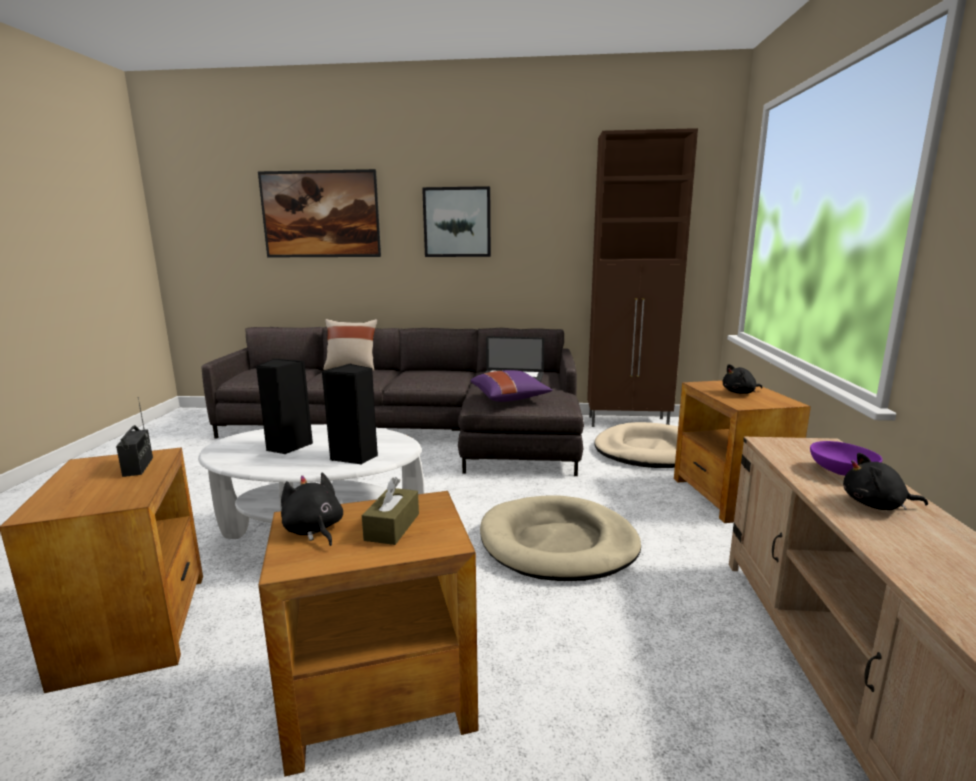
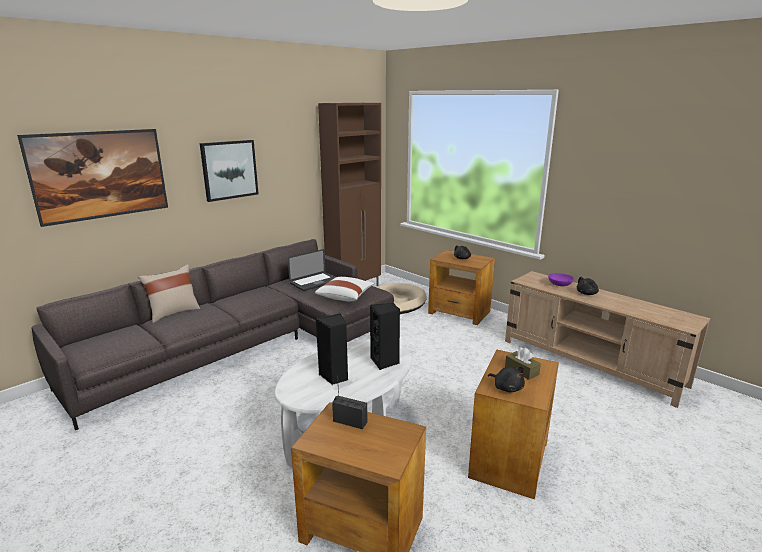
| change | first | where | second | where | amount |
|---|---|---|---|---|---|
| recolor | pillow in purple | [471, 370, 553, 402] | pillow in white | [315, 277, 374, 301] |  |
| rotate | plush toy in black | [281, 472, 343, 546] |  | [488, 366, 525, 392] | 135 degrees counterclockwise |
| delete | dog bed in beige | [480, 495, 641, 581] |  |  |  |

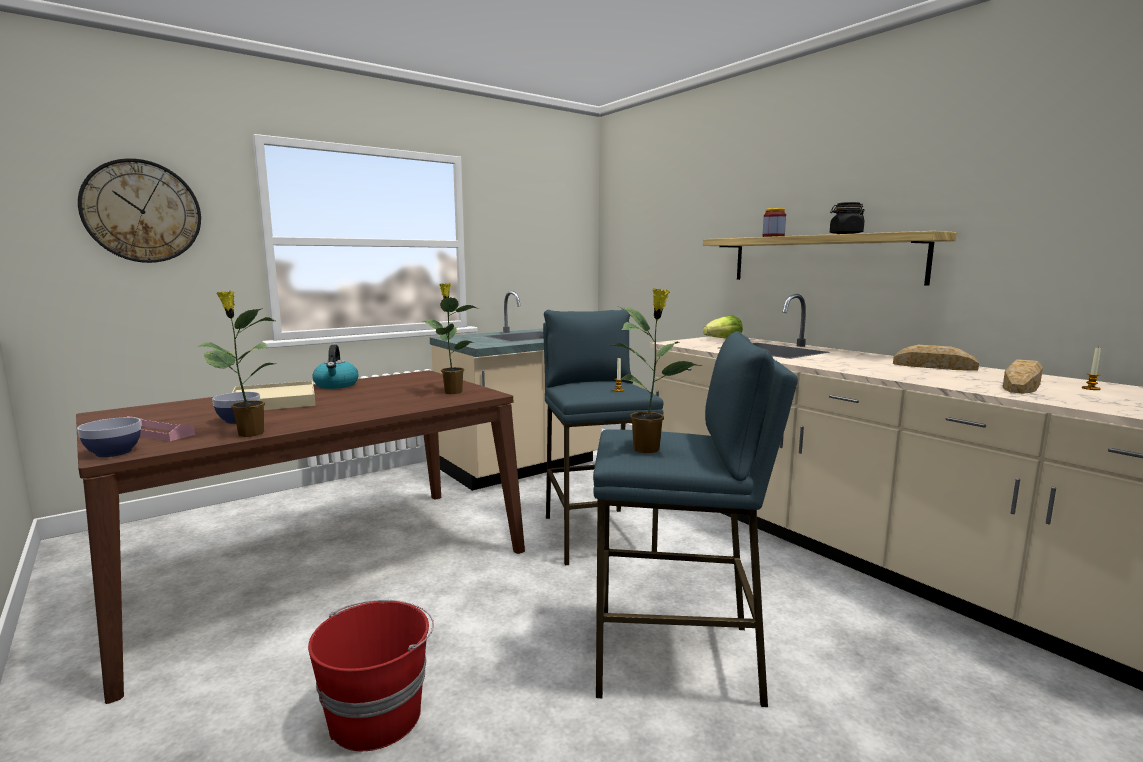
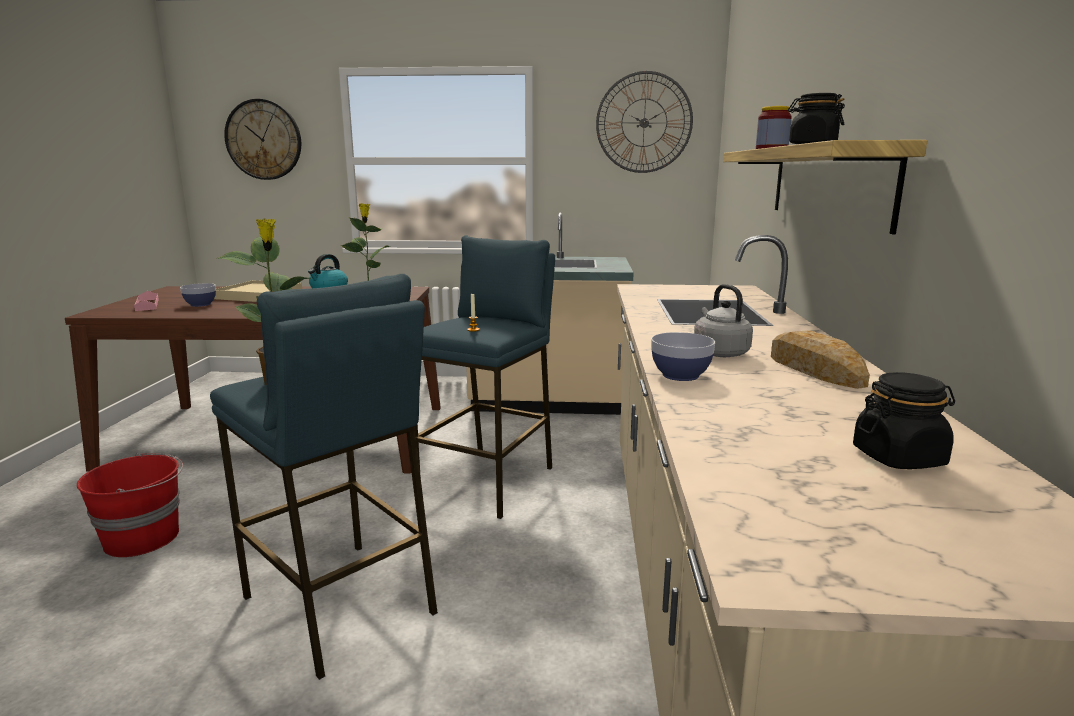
| change | first | where | second | where | amount |
|---|---|---|---|---|---|
| delete | potted plant | [198, 291, 277, 437] |  |  |  |
| delete | lettuce | [703, 315, 743, 339] |  |  |  |
| replace | candle | [1082, 346, 1101, 390] | jar in black | [853, 372, 955, 469] |  |
| delete | bread | [1003, 359, 1043, 394] |  |  |  |
| move | bowl | [77, 417, 141, 457] |  | [651, 332, 715, 381] |  |
| insert |  |  | wall clock | [596, 71, 693, 173] |  |
| insert |  |  | kettle in grey | [694, 284, 753, 357] |  |

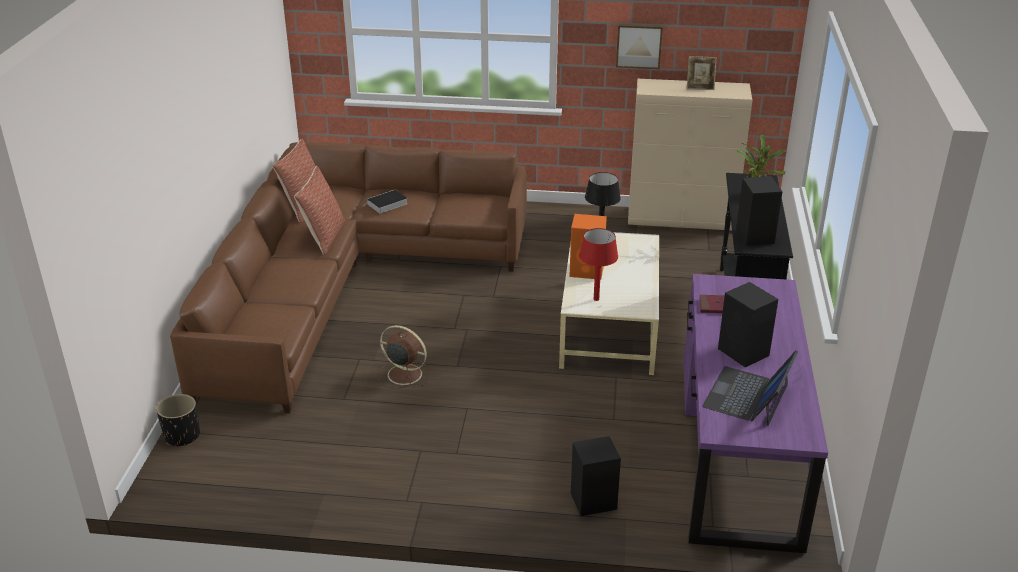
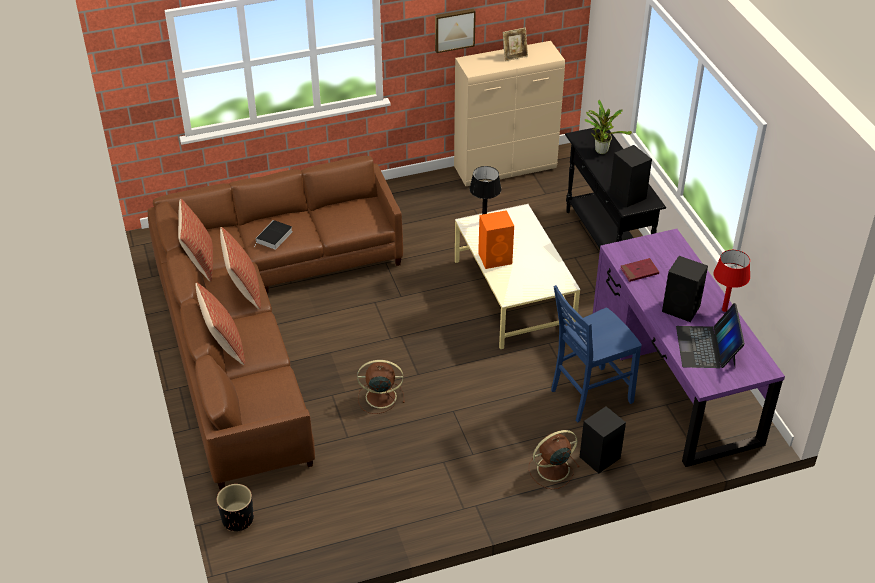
| change | first | where | second | where | amount |
|---|---|---|---|---|---|
| move | table lamp in red | [579, 228, 618, 301] |  | [714, 250, 750, 312] |  |
| insert |  |  | pillow | [196, 282, 245, 365] |  |
| insert |  |  | chair in blue | [551, 285, 642, 422] |  |
| insert |  |  | fan in brown | [529, 430, 580, 489] |  |

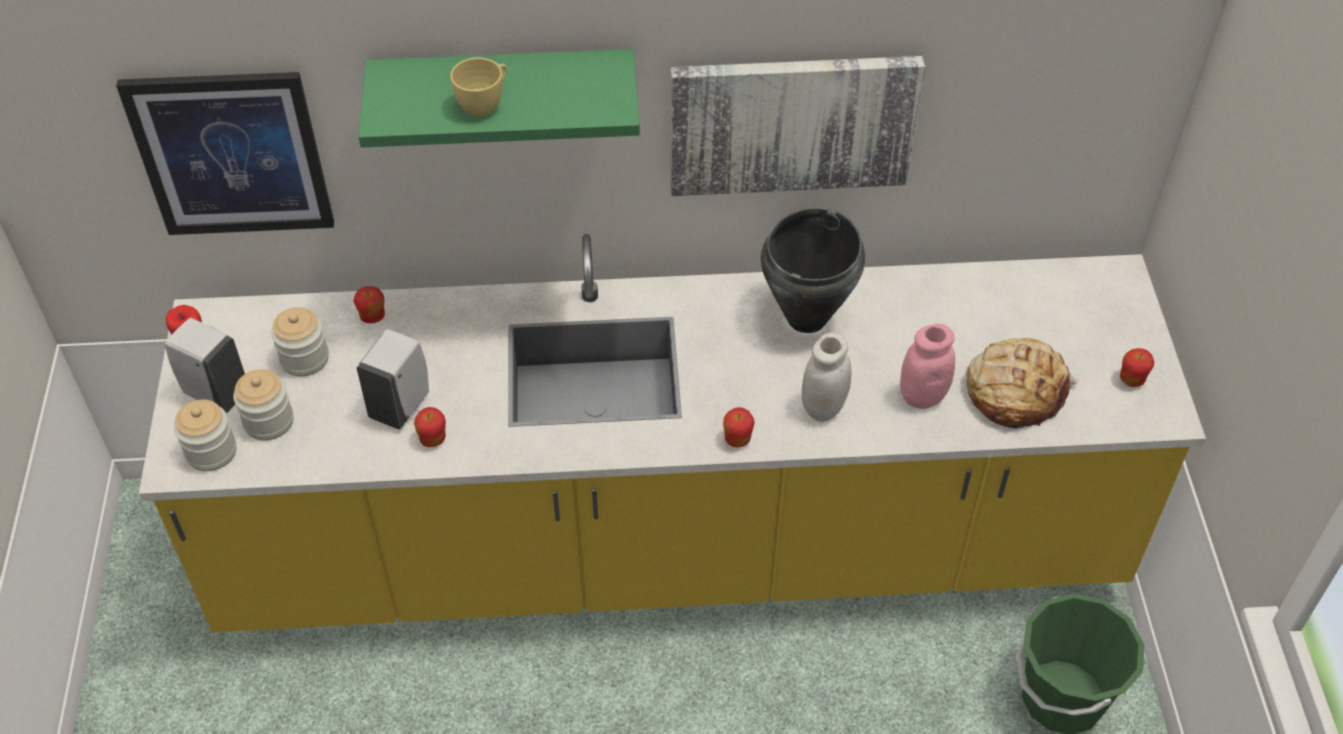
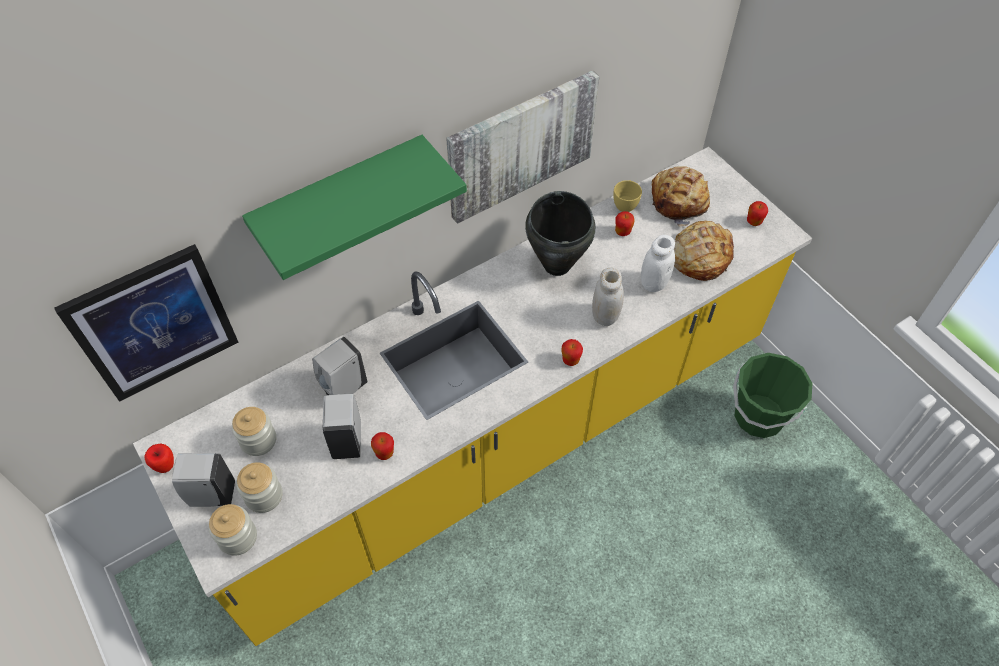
| change | first | where | second | where | amount |
|---|---|---|---|---|---|
| move | cup in yellow | [450, 57, 507, 117] |  | [613, 180, 642, 212] |  |
| move | apple | [354, 286, 385, 323] |  | [615, 211, 635, 236] |  |
| recolor | jar in pink | [900, 324, 955, 409] | jar in white | [641, 235, 675, 292] |  |
| insert |  |  | bread | [652, 166, 710, 227] |  |
| insert |  |  | soap dispenser in white | [312, 337, 367, 395] |  |

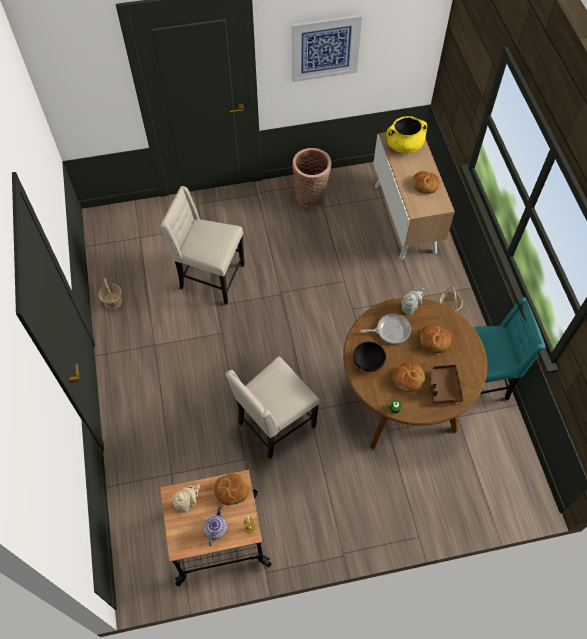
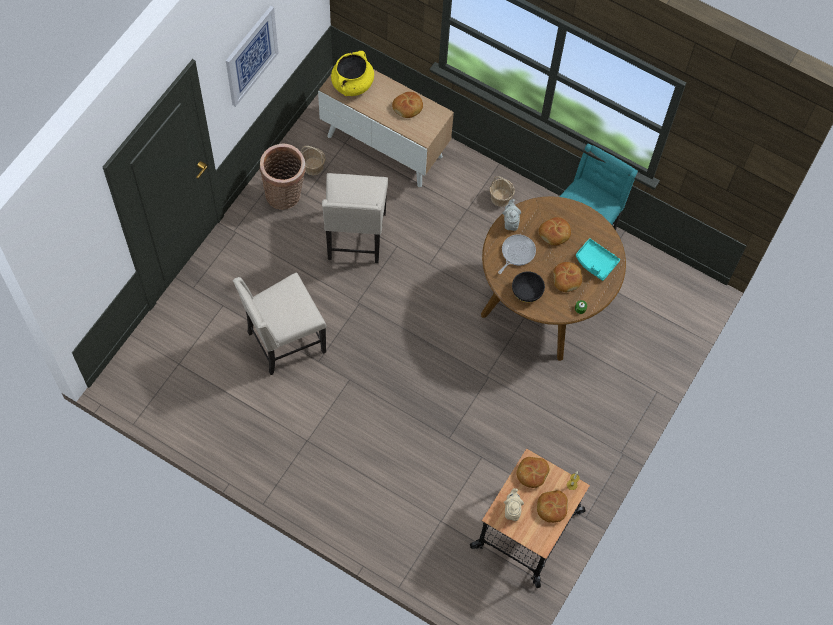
| change | first | where | second | where | amount |
|---|---|---|---|---|---|
| move | basket | [98, 278, 122, 309] |  | [301, 146, 326, 176] |  |
| move | chair in beige | [225, 356, 320, 459] |  | [322, 173, 388, 263] |  |
| recolor | tray in brown | [429, 365, 464, 404] | tray in turquoise | [576, 238, 620, 281] |  |
| replace | teapot | [204, 507, 227, 546] | bread | [537, 490, 568, 523] |  |

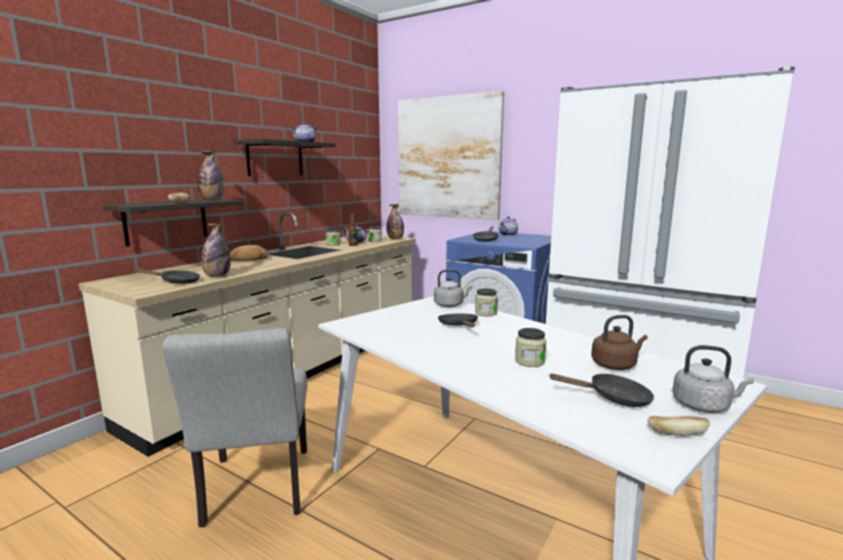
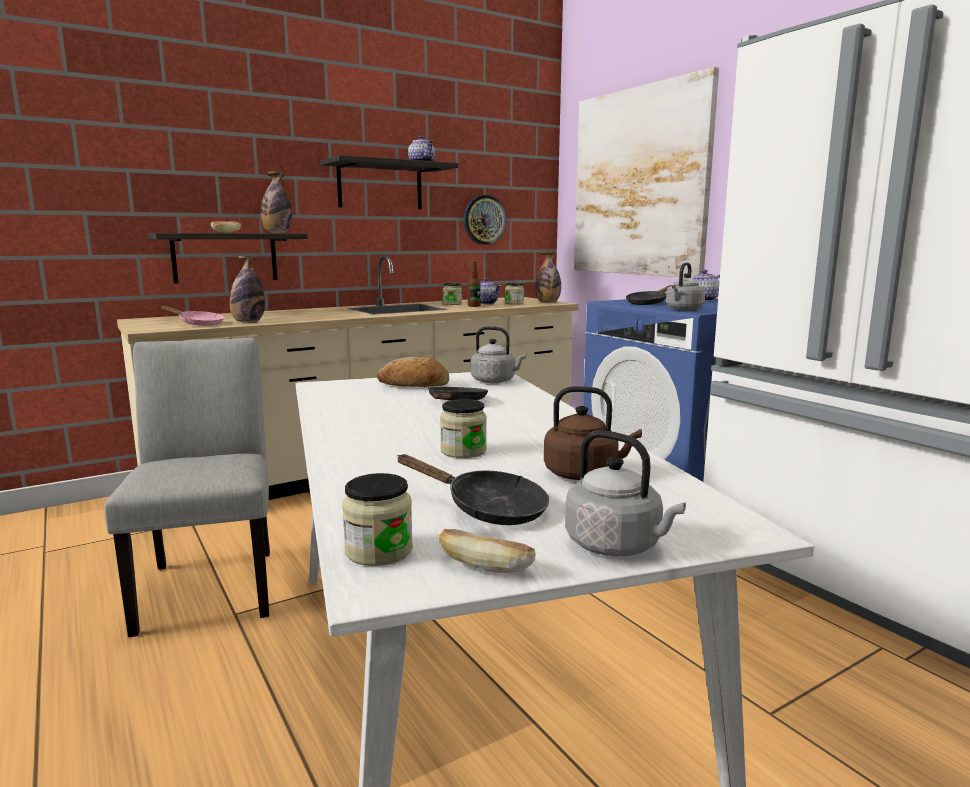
| change | first | where | second | where | amount |
|---|---|---|---|---|---|
| move | bread | [230, 245, 268, 261] |  | [377, 357, 449, 387] |  |
| recolor | frying pan in black | [134, 268, 200, 284] | frying pan in pink | [161, 305, 224, 326] |  |
| move | jar | [475, 288, 498, 316] |  | [342, 473, 413, 566] |  |
| rotate | chair in grey | [162, 328, 307, 527] |  | [104, 338, 270, 637] | 150 degrees clockwise |
| insert |  |  | wall clock | [464, 195, 506, 245] |  |
| insert |  |  | kettle in grey | [666, 263, 705, 310] |  |

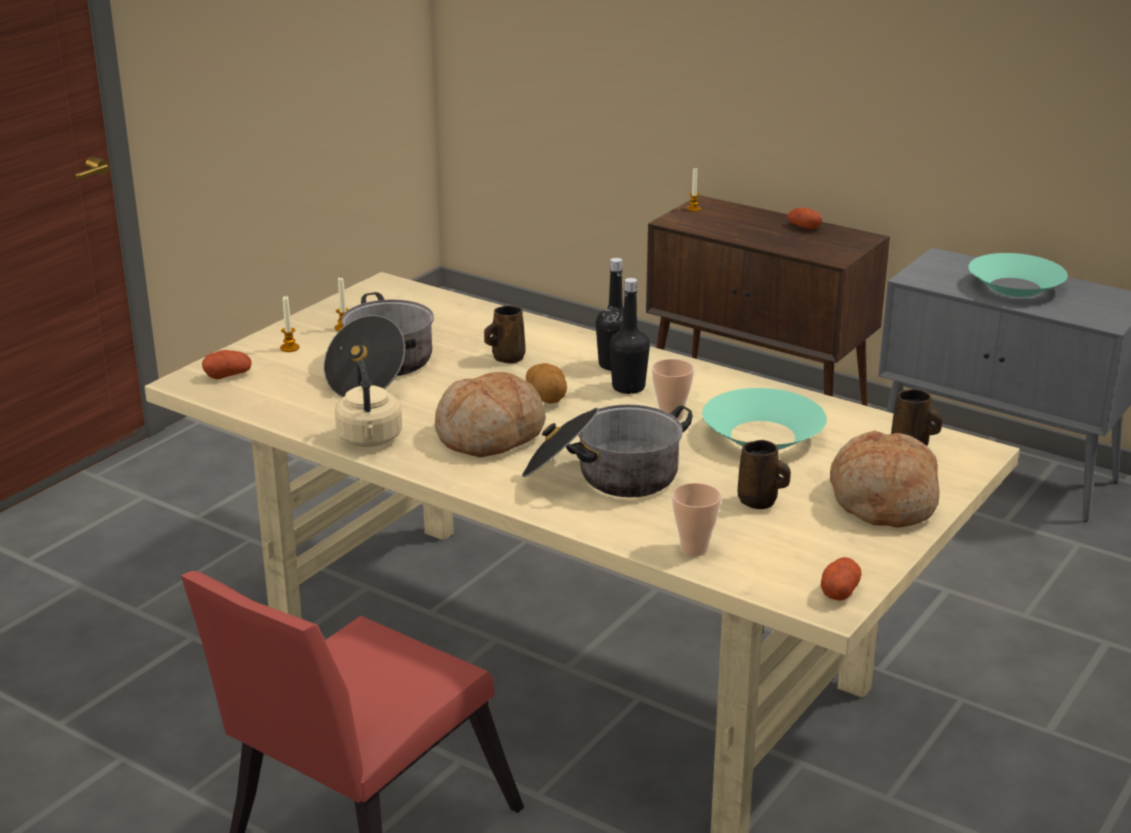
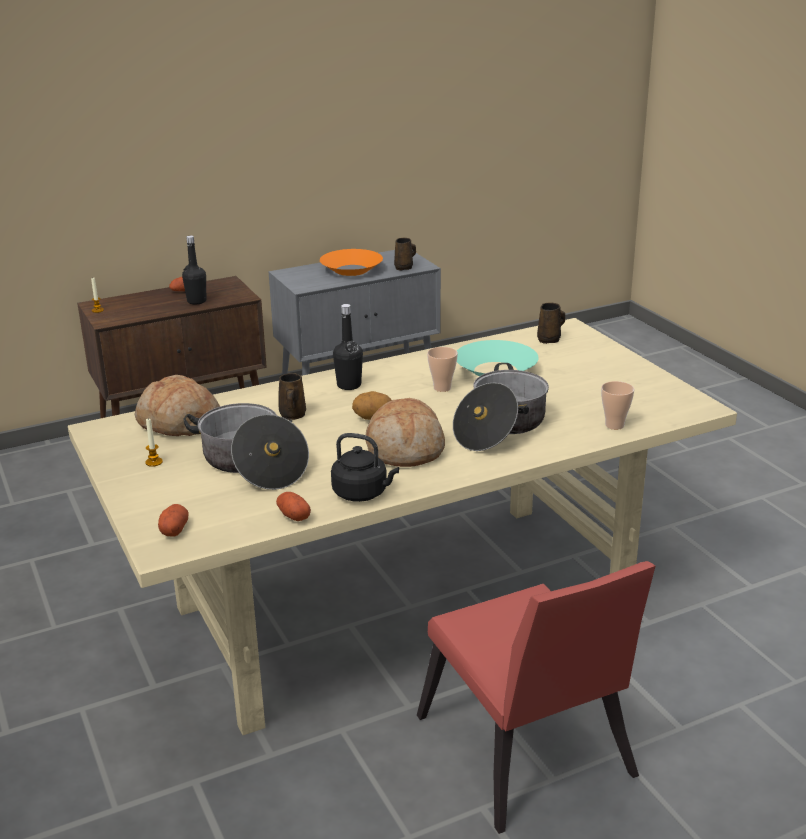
| change | first | where | second | where | amount |
|---|---|---|---|---|---|
| recolor | bowl in turquoise | [968, 253, 1068, 297] | bowl in orange | [320, 249, 383, 276] |  |
| move | bottle in black | [609, 278, 650, 394] |  | [182, 236, 206, 304] |  |
| delete | candle | [280, 296, 299, 352] |  |  |  |
| recolor | kettle in beige | [335, 360, 402, 447] | kettle in black | [331, 433, 399, 502] |  |
| move | bread | [830, 430, 940, 528] |  | [134, 375, 220, 436] |  |
| move | mug in brown | [738, 440, 791, 509] |  | [394, 238, 416, 271] |  |
| move | potato | [821, 557, 862, 601] |  | [276, 492, 311, 521] |  |

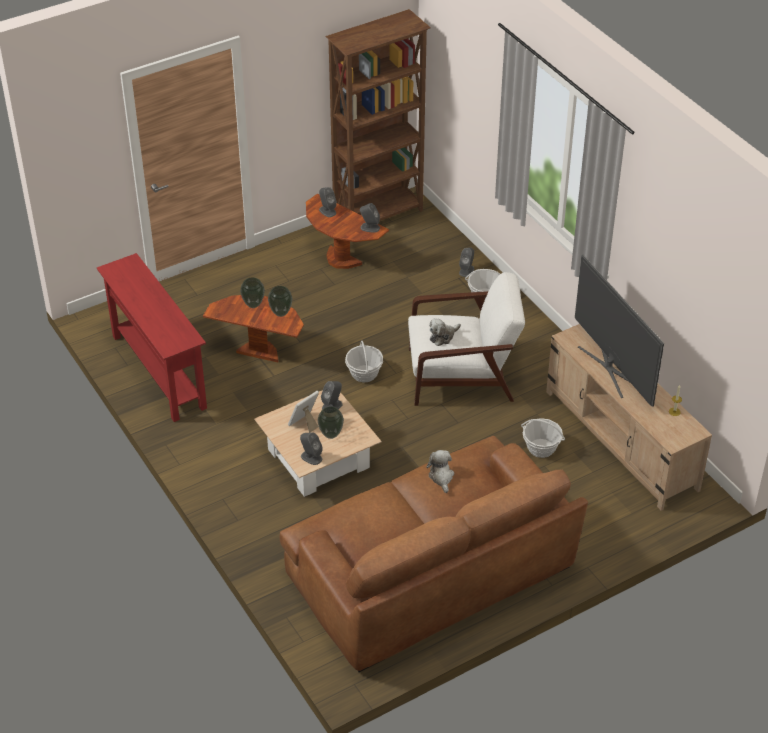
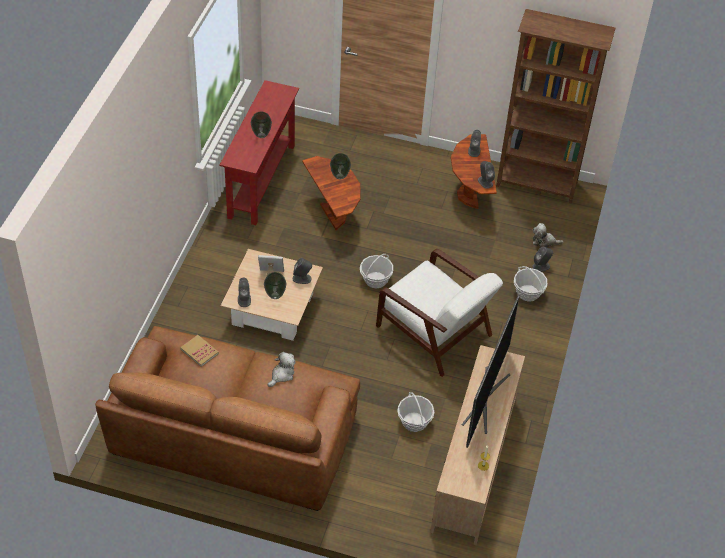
| change | first | where | second | where | amount |
|---|---|---|---|---|---|
| move | vase | [268, 286, 292, 317] |  | [251, 112, 272, 138] |  |
| move | plush toy | [429, 318, 461, 346] |  | [533, 223, 564, 247] |  |
| insert |  |  | book | [180, 335, 219, 367] |  |

